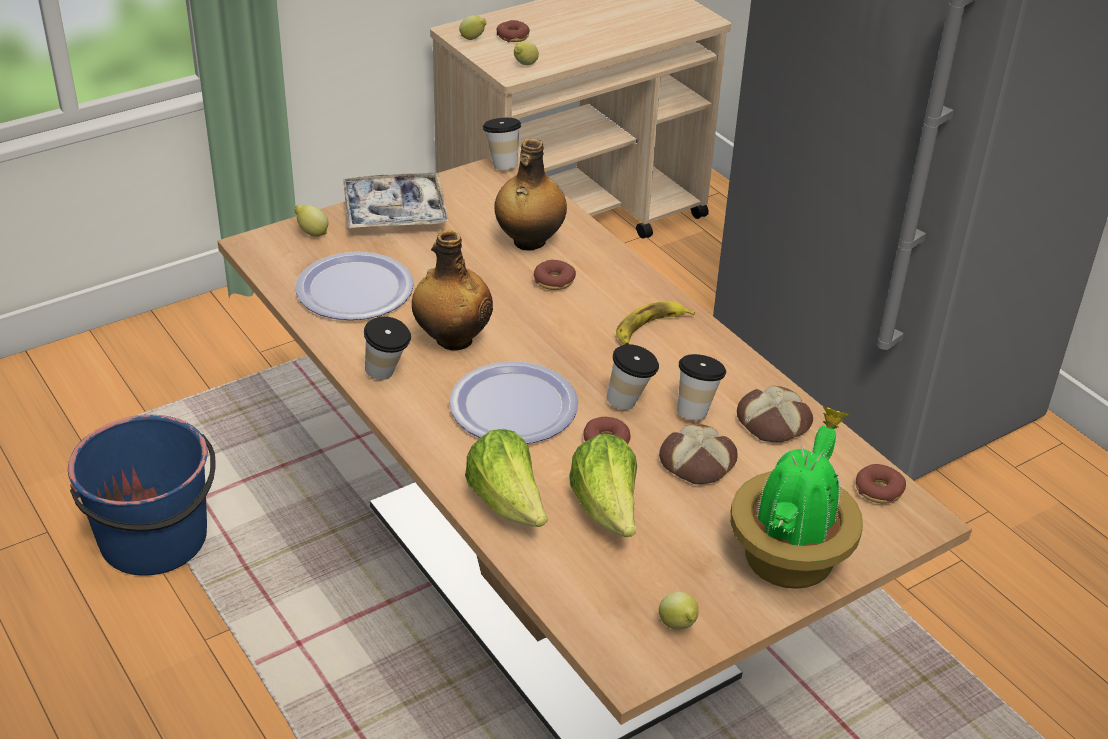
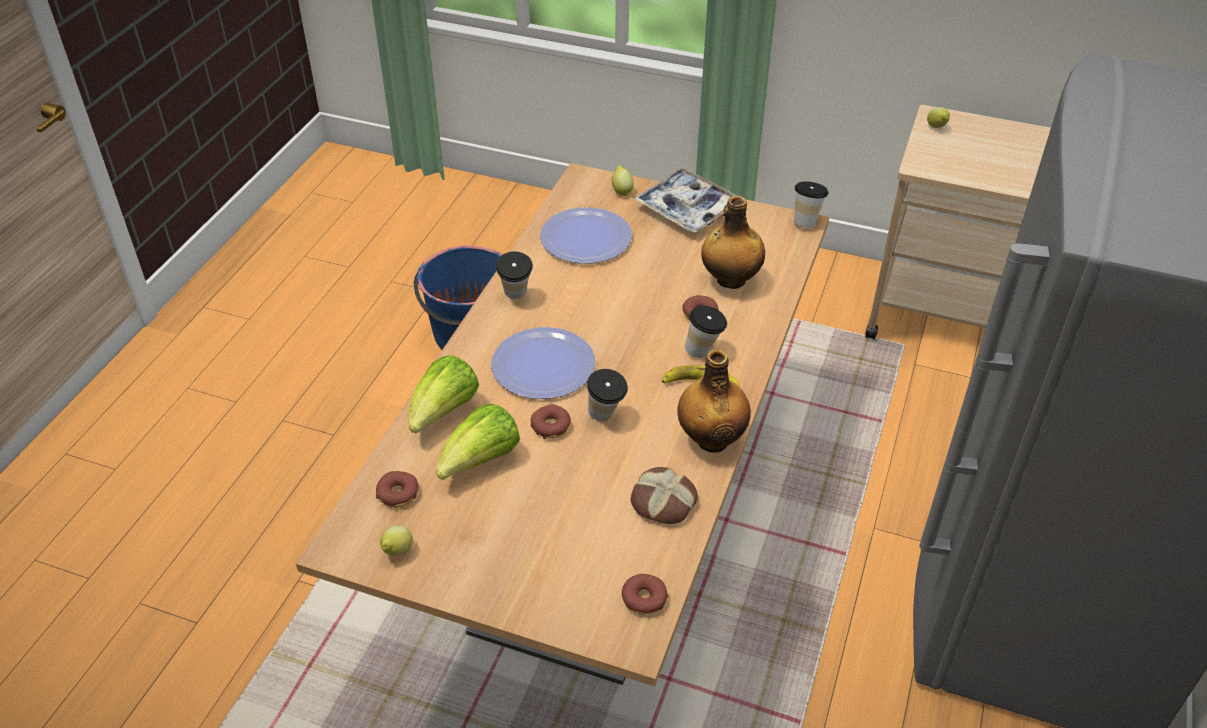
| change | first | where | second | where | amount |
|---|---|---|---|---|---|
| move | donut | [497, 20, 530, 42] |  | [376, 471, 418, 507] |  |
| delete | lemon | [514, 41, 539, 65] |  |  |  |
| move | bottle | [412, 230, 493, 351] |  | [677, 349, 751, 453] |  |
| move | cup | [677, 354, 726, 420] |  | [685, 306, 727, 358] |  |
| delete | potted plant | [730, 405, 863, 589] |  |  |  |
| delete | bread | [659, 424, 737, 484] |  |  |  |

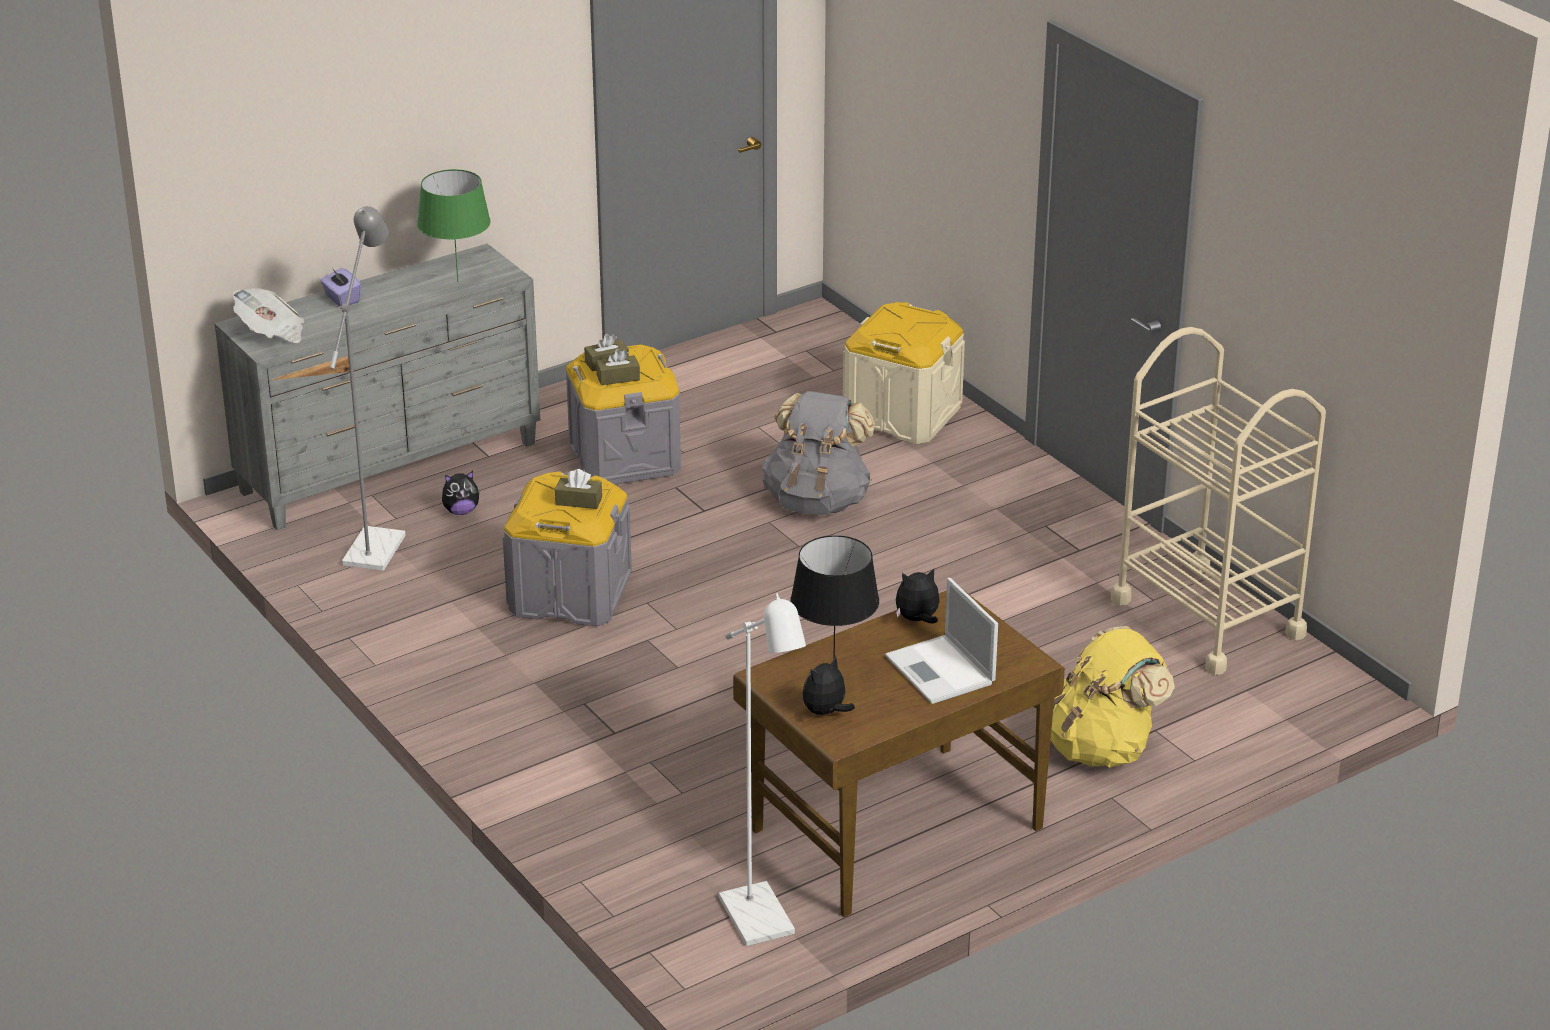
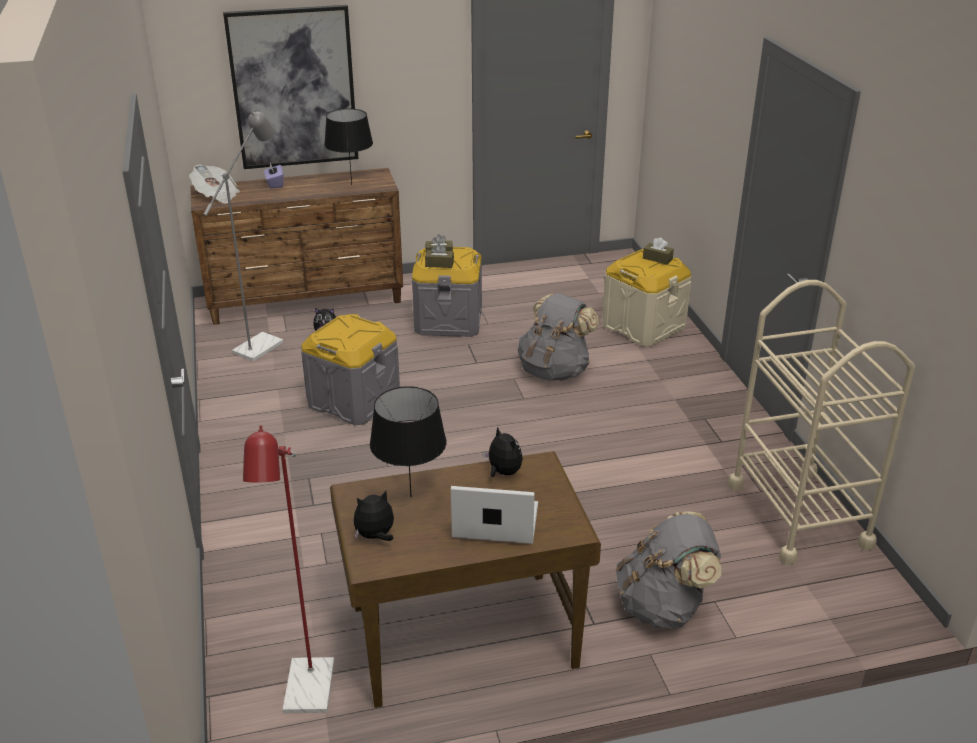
| change | first | where | second | where | amount |
|---|---|---|---|---|---|
| recolor | table lamp in green | [417, 169, 491, 282] | table lamp in black | [324, 108, 373, 185] |  |
| recolor | dresser in grey | [214, 243, 540, 530] | dresser in brown | [190, 168, 403, 325] |  |
| move | tissue box in brown | [555, 469, 602, 509] |  | [643, 238, 674, 264] |  |
| rotate | plush toy | [896, 569, 940, 624] |  | [483, 427, 523, 477] | 45 degrees clockwise |
| rotate | laptop | [885, 578, 998, 704] |  | [451, 486, 538, 544] | 105 degrees clockwise |
| recolor | floor lamp in white | [719, 593, 806, 946] | floor lamp in red | [243, 425, 334, 713] |  |
| recolor | backpack in yellow | [1051, 626, 1175, 768] | backpack in grey | [616, 511, 721, 629] |  |
| insert |  |  | picture | [223, 5, 358, 169] |  |

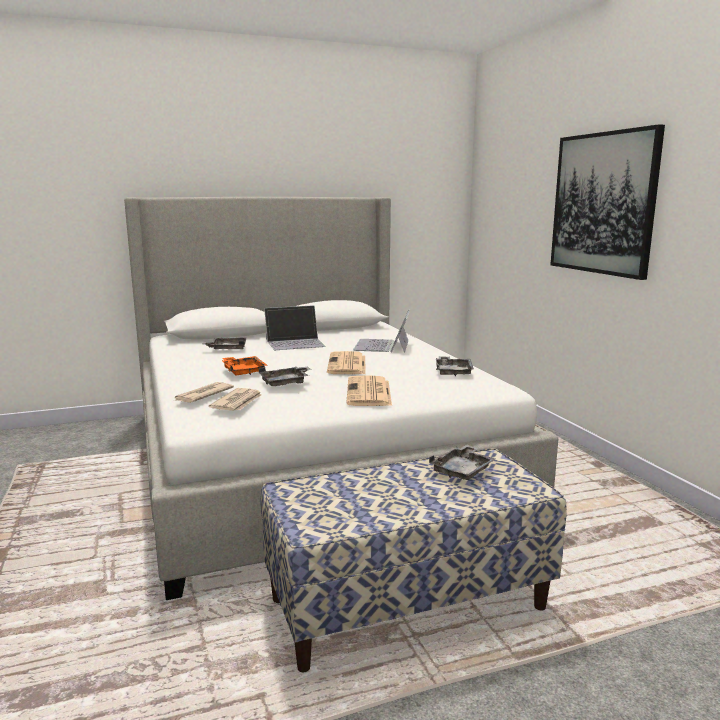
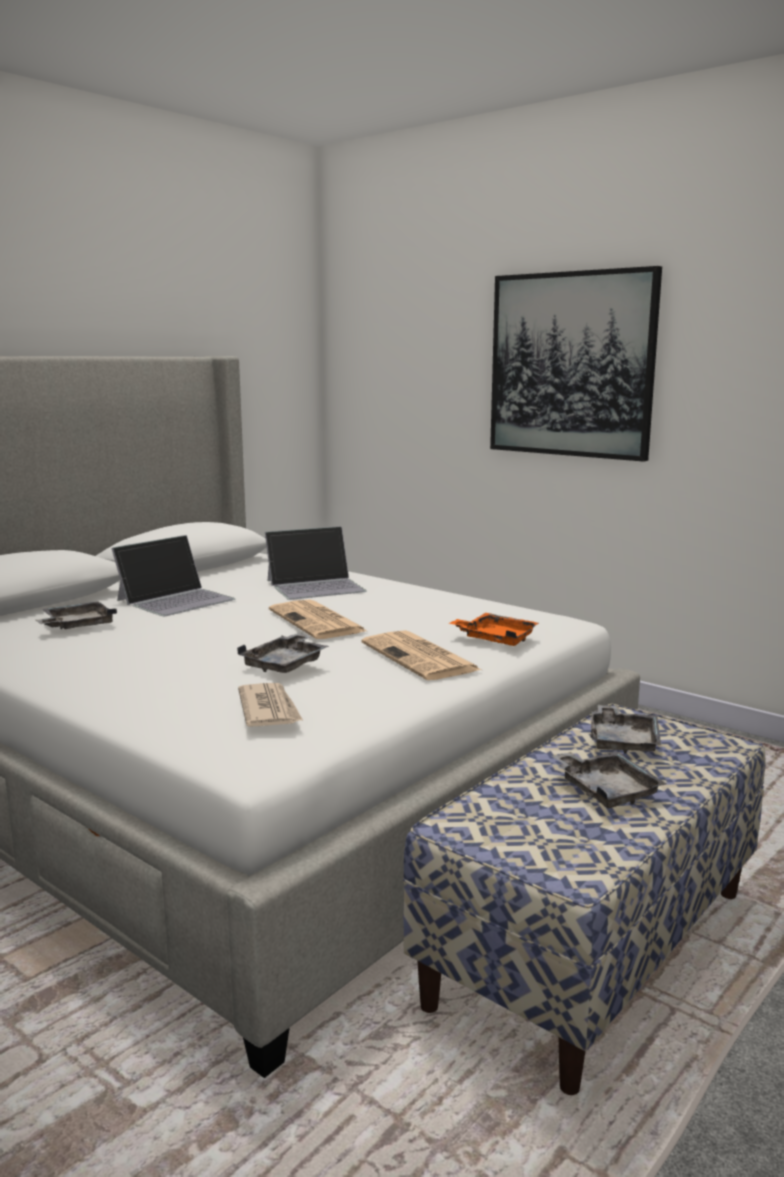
| change | first | where | second | where | amount |
|---|---|---|---|---|---|
| rotate | laptop | [353, 309, 410, 353] |  | [265, 526, 367, 600] | 90 degrees counterclockwise |
| move | tray in orange | [222, 356, 267, 375] |  | [449, 613, 539, 646] |  |
| move | tray in grey | [436, 356, 474, 376] |  | [552, 751, 666, 808] |  |
| delete | newspaper | [173, 382, 234, 403] |  |  |  |

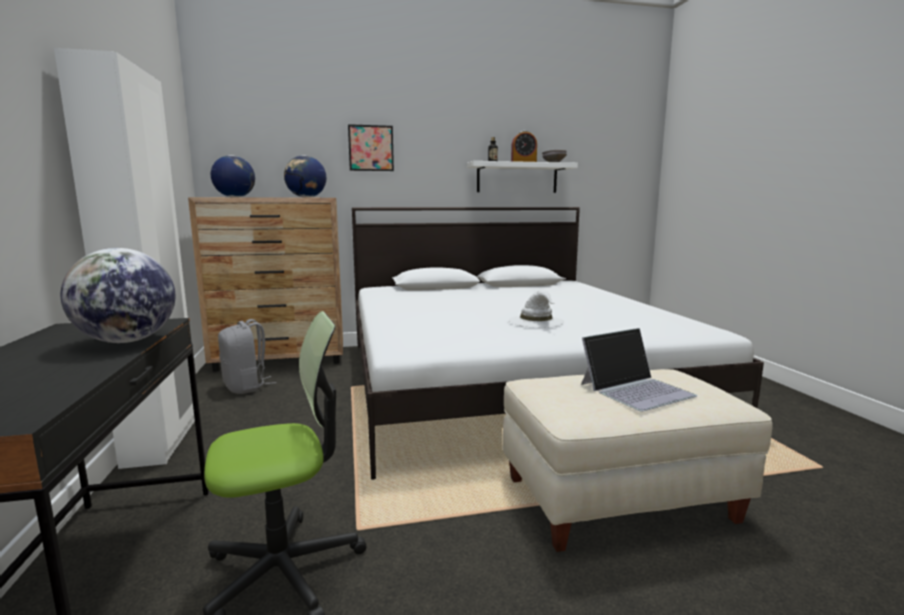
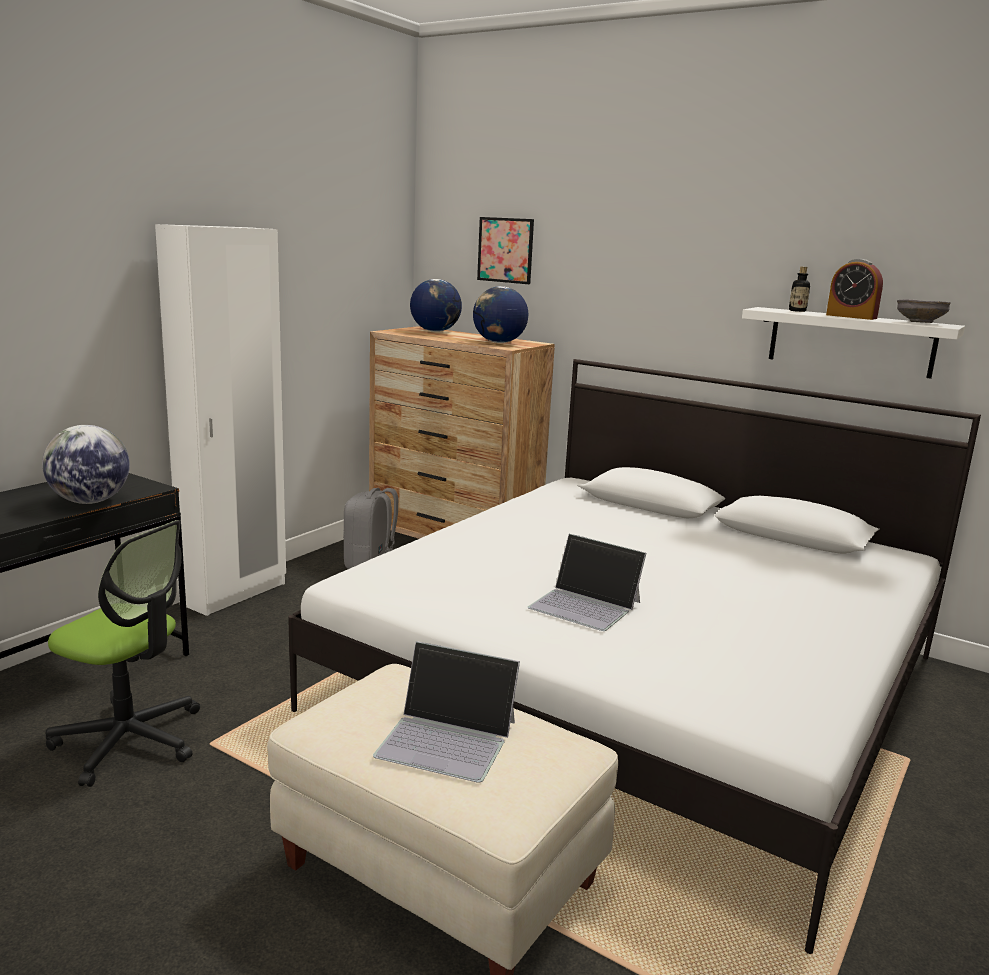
| change | first | where | second | where | amount |
|---|---|---|---|---|---|
| move | picture | [348, 124, 394, 171] |  | [477, 217, 534, 284] |  |
| replace | hat in white | [509, 290, 564, 328] | laptop | [528, 534, 647, 631] |  |

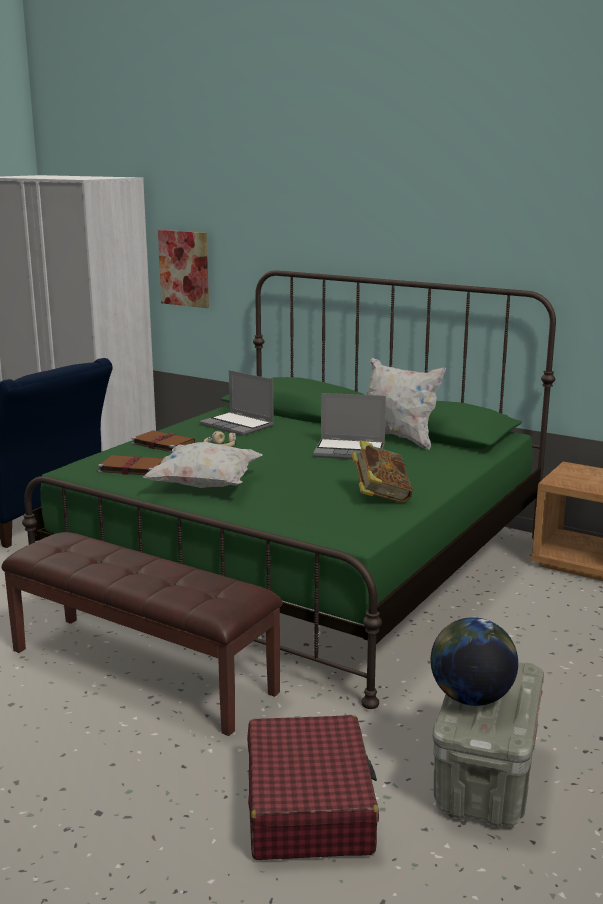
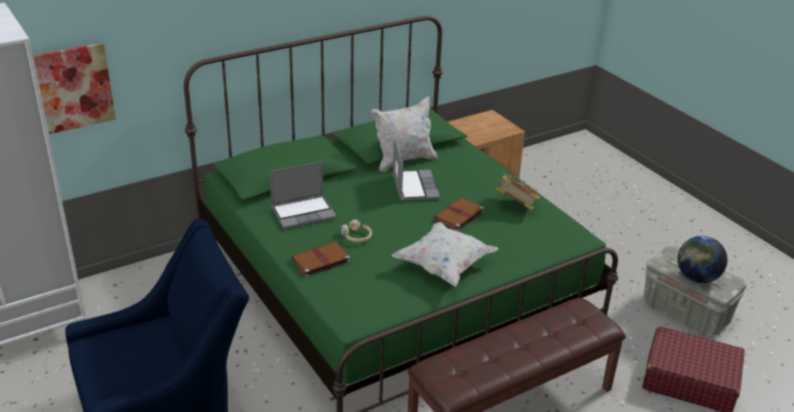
| change | first | where | second | where | amount |
|---|---|---|---|---|---|
| rotate | laptop | [313, 393, 386, 459] |  | [393, 139, 440, 201] | 45 degrees counterclockwise |
| move | book in brown | [96, 455, 163, 475] |  | [433, 198, 484, 231] |  |

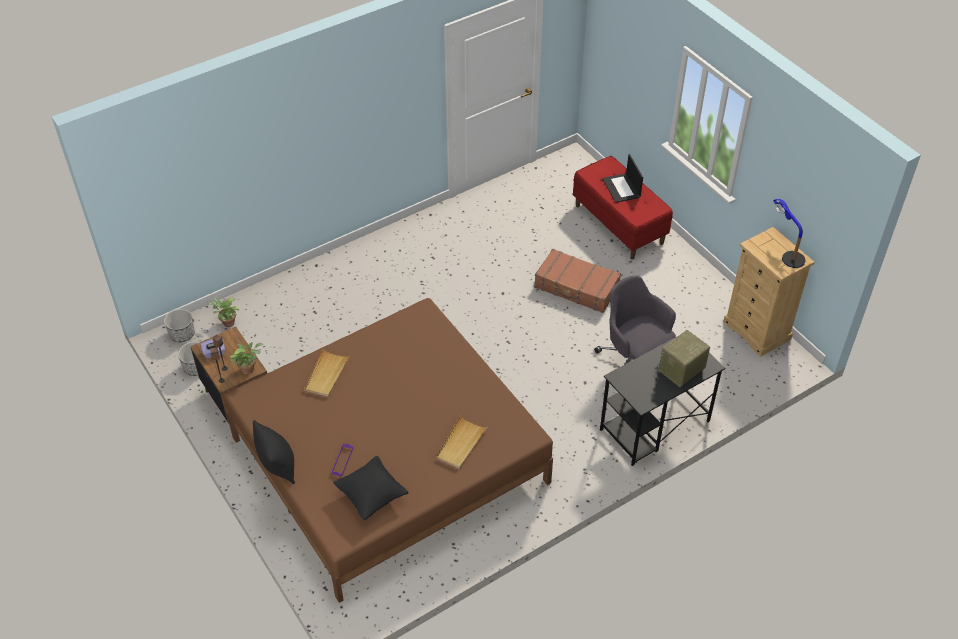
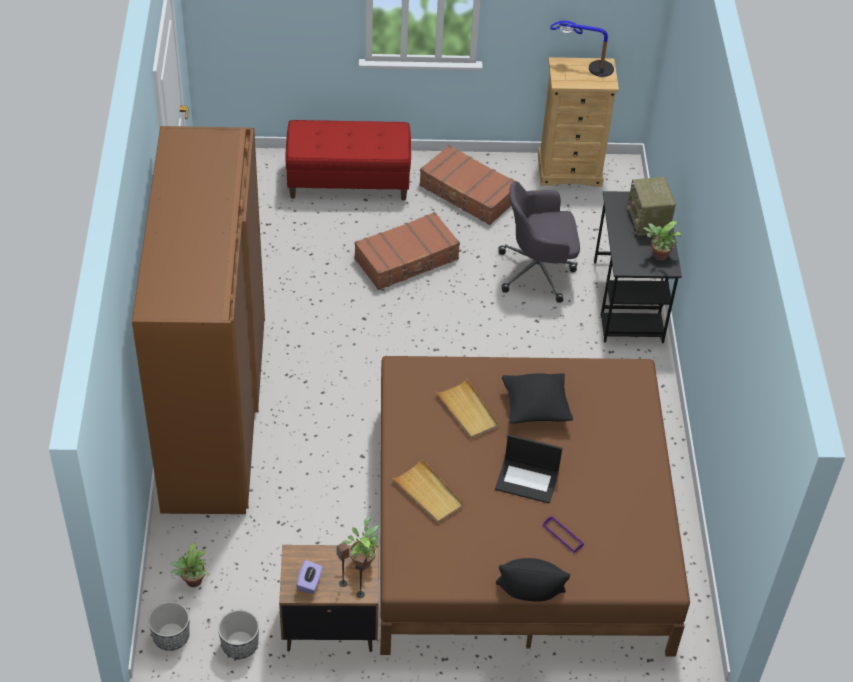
| change | first | where | second | where | amount |
|---|---|---|---|---|---|
| move | laptop | [602, 154, 643, 203] |  | [495, 434, 562, 504] |  |
| move | tray in beige | [436, 415, 487, 469] |  | [436, 378, 499, 439] |  |
| move | pillow in black | [333, 456, 409, 520] |  | [502, 373, 573, 423] |  |
| insert |  |  | wardrobe in brown | [132, 126, 265, 514] |  |
| insert |  |  | suitcase in brown | [419, 145, 514, 225] |  |
| insert |  |  | potted plant | [643, 221, 681, 261] |  |

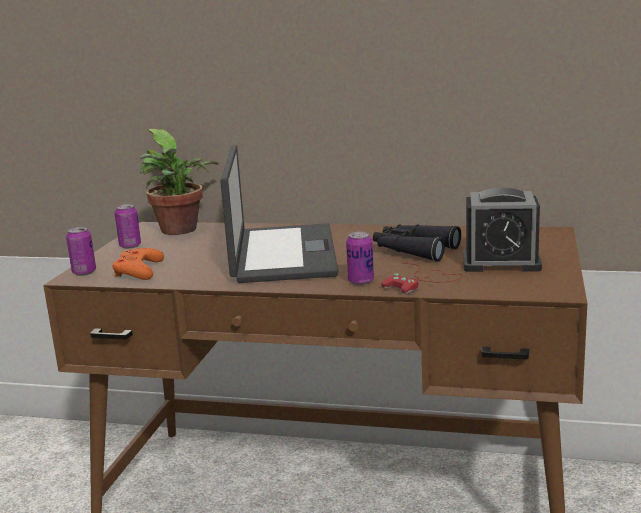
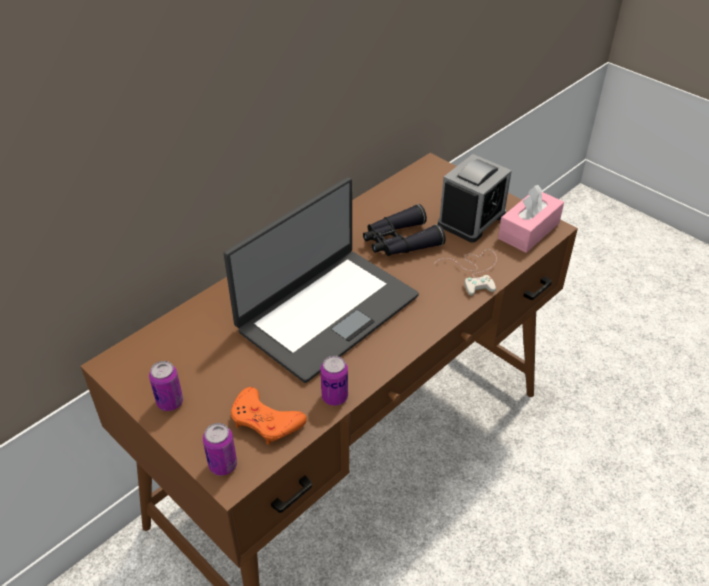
| change | first | where | second | where | amount |
|---|---|---|---|---|---|
| delete | potted plant | [140, 129, 219, 235] |  |  |  |
| rotate | laptop | [220, 145, 338, 283] |  | [223, 177, 419, 383] | 105 degrees clockwise |
| move | can | [346, 232, 374, 285] |  | [321, 356, 348, 406] |  |
| recolor | game controller in red | [381, 263, 463, 294] | game controller in white | [434, 249, 497, 296] |  |
| insert |  |  | tissue box in pink | [498, 185, 564, 253] |  |

